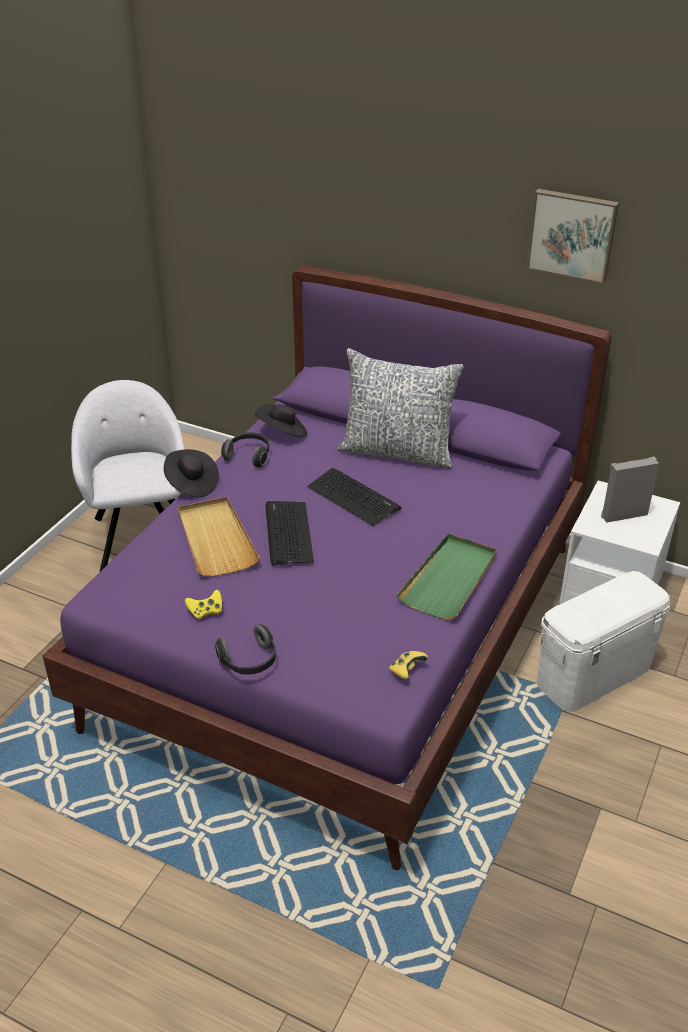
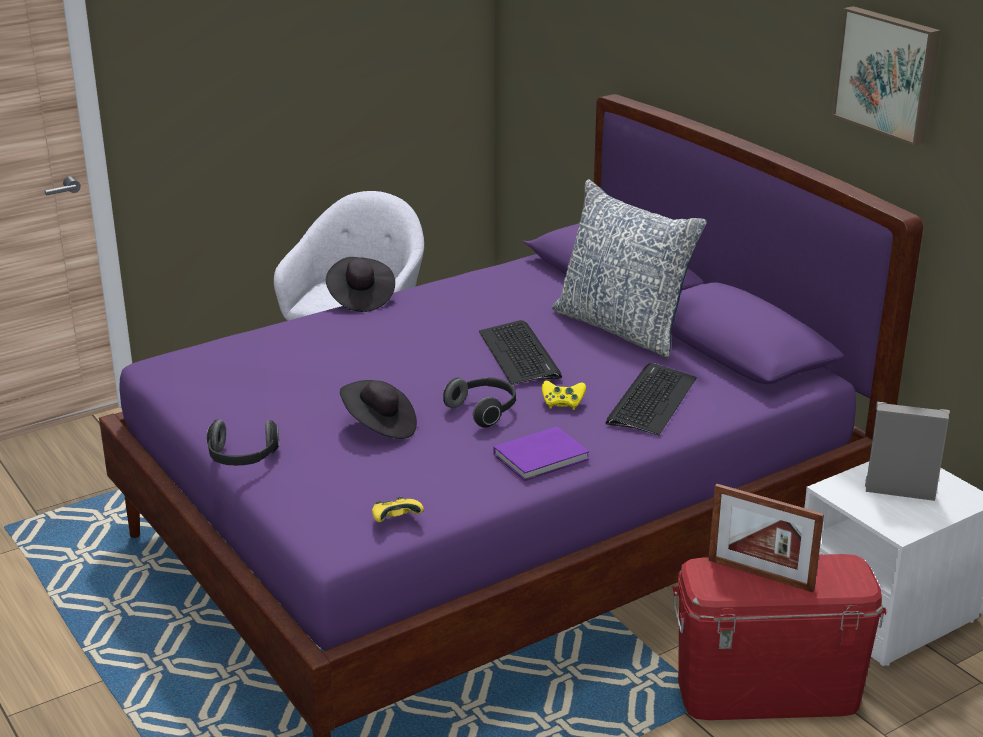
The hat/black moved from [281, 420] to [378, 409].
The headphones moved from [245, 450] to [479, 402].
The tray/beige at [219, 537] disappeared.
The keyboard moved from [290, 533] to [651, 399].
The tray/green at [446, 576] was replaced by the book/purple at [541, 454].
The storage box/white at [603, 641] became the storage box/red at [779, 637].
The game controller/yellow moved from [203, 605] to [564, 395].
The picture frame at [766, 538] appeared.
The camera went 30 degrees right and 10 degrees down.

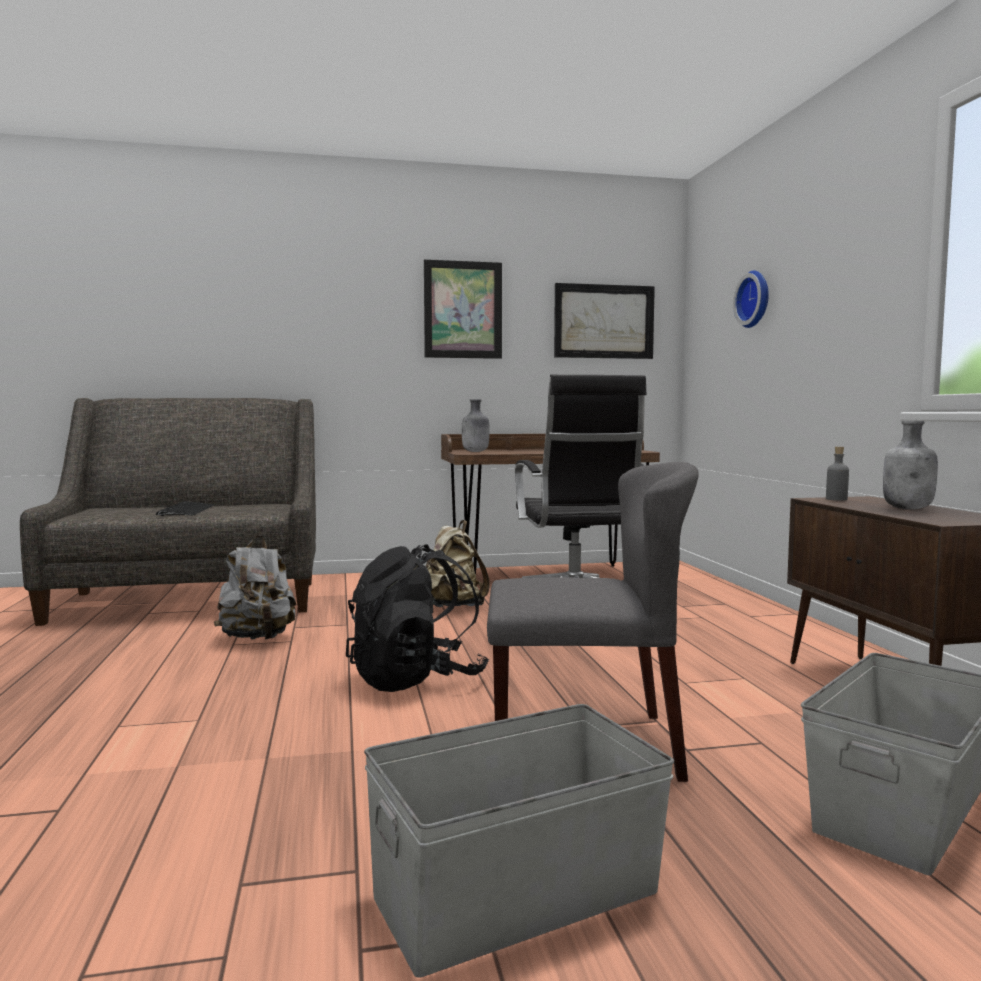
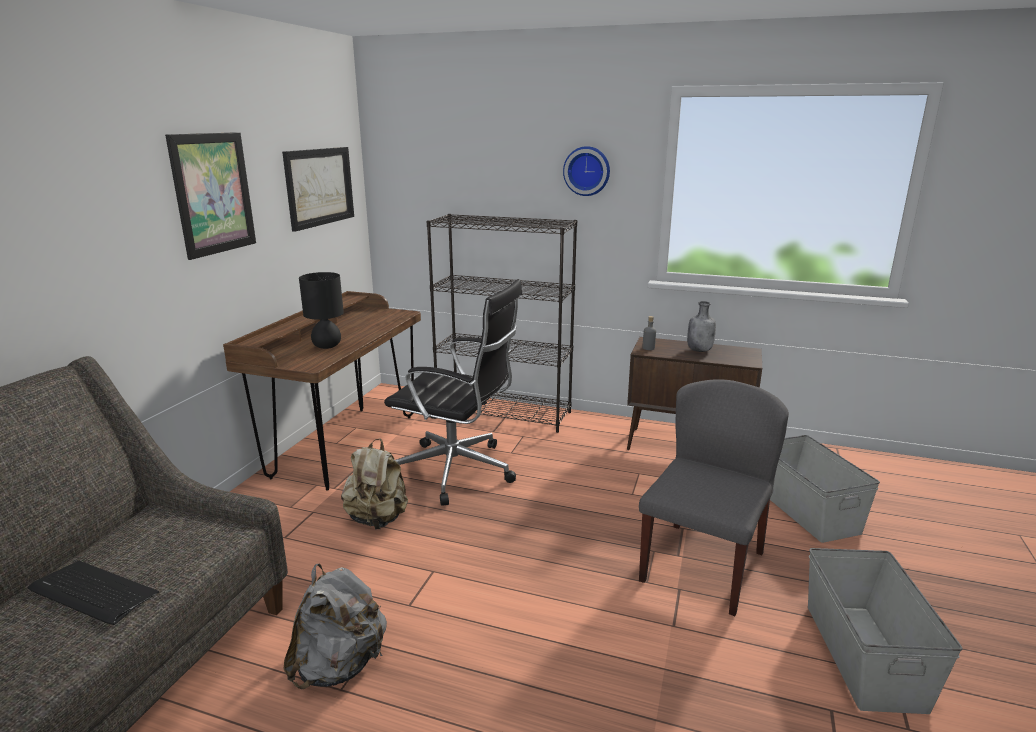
The wall clock moved from [751, 299] to [586, 171].
The bottle/grey at [476, 425] disappeared.
The backpack/black at [417, 618] disappeared.
The bookcase/black at [502, 323] appeared.
The table lamp/black at [321, 310] appeared.
The camera went 60 degrees left and 15 degrees up.

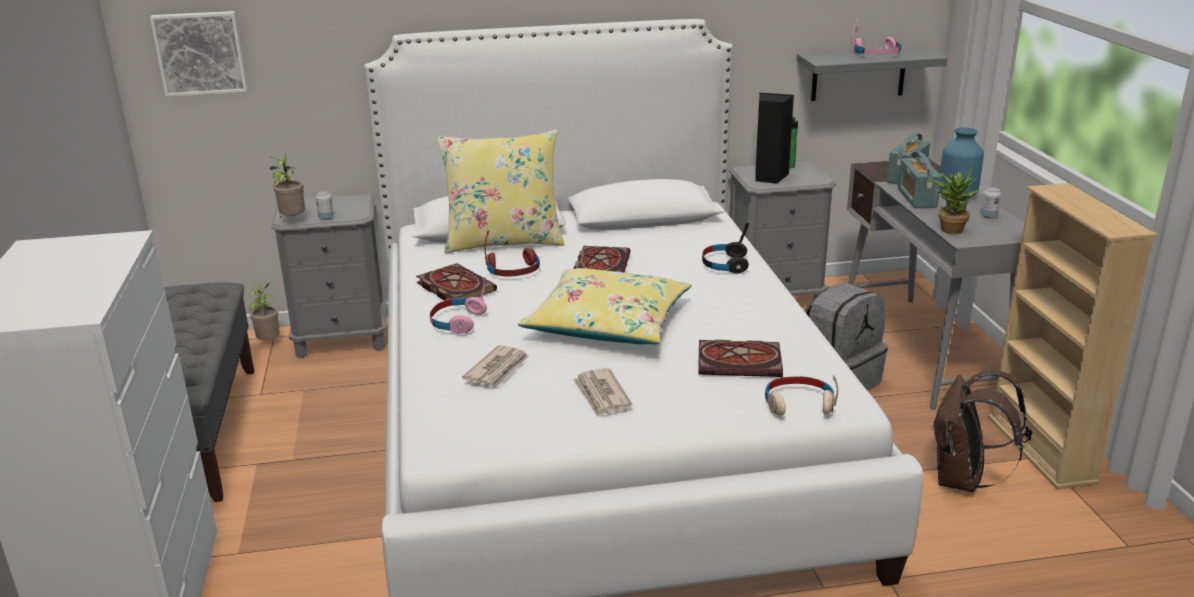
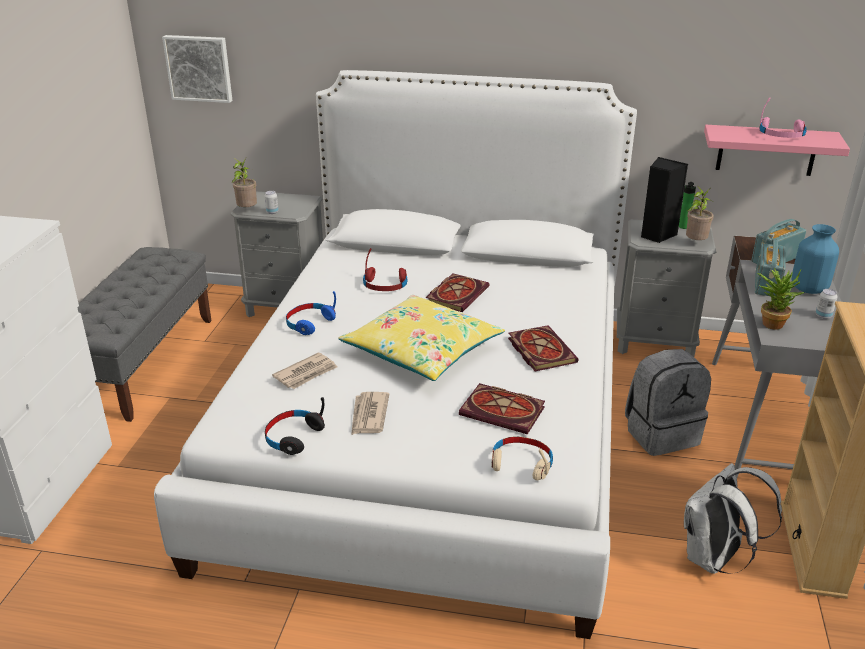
The shelf/grey at [872, 74] became the shelf/pink at [777, 150].
The pillow/yellow at [500, 191] disappeared.
The headphones/black moved from [725, 248] to [295, 426].
The book moved from [456, 282] to [543, 348].
The headphones/pink at [458, 305] became the headphones/blue at [311, 313].
The potted plant moved from [264, 311] to [700, 213].
The backpack/brown at [979, 431] became the backpack/white at [733, 518].
The camera went 20 degrees right and 5 degrees up.

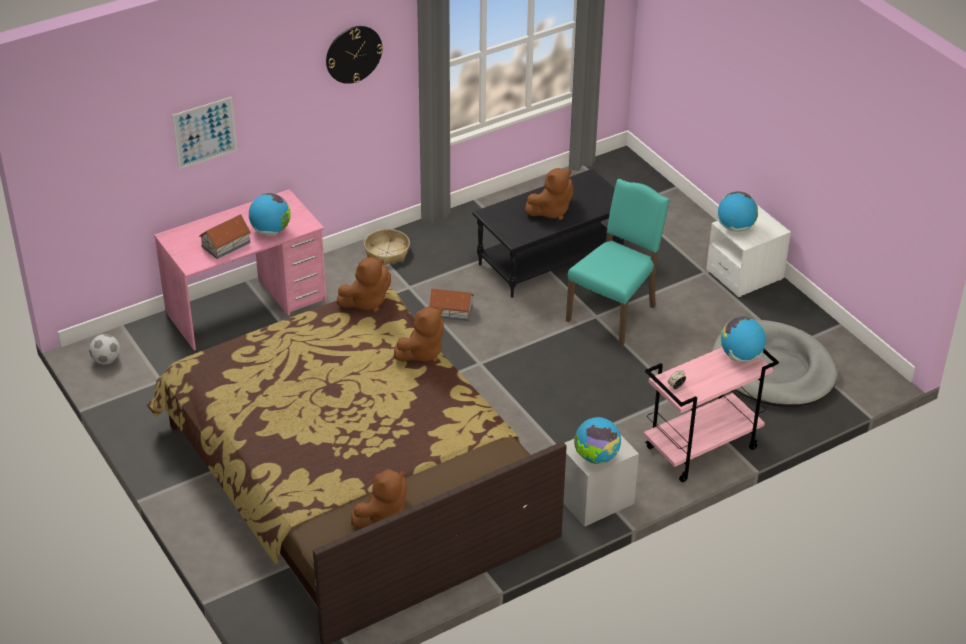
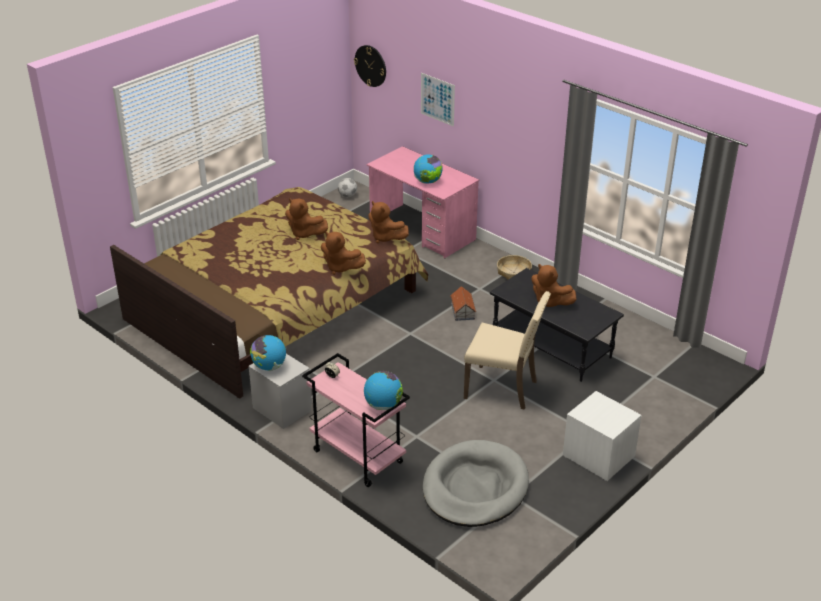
The wall clock moved from [354, 55] to [370, 66].
The chair/turquoise at [618, 262] became the chair/beige at [507, 350].
The globe at [737, 211] disappeared.
The toy house at [225, 237] disappeared.
The plush toy/brown moved from [379, 498] to [306, 219].
The camera went 75 degrees right and 5 degrees down.

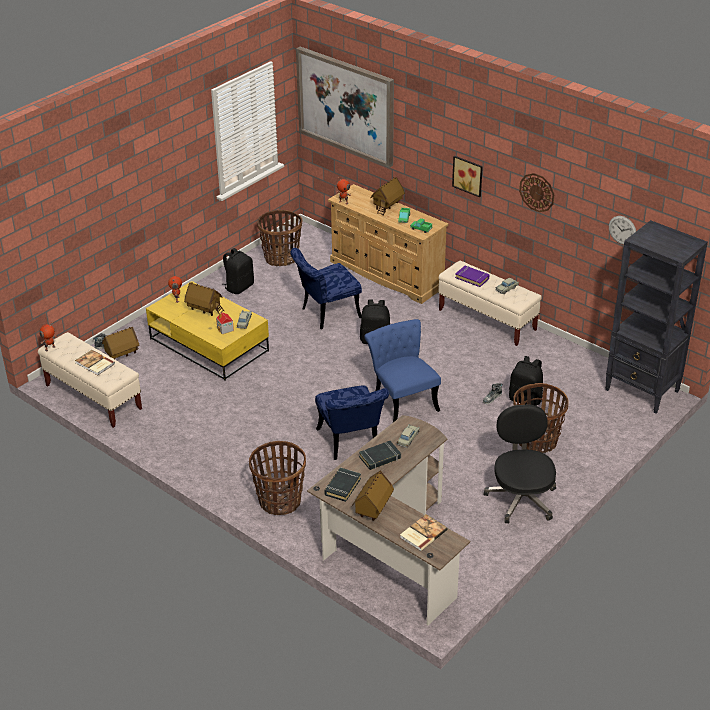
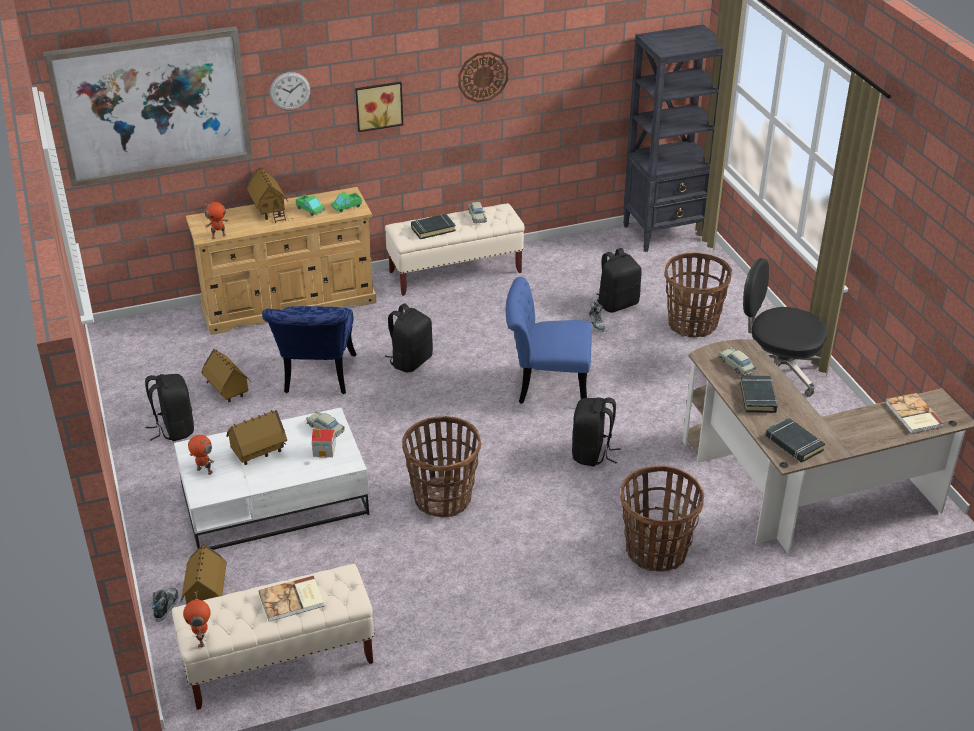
The basket moved from [279, 238] to [441, 467].
The wall clock moved from [622, 230] to [290, 91].
The book/purple at [472, 276] became the book/black at [433, 226].
The coffee table/yellow at [207, 331] became the coffee table/white at [271, 479].
The chair/blue at [352, 423] was replaced by the backpack/black at [596, 432].
The toy house moved from [373, 495] to [226, 375].
The camera went 60 degrees left and 0 degrees up.

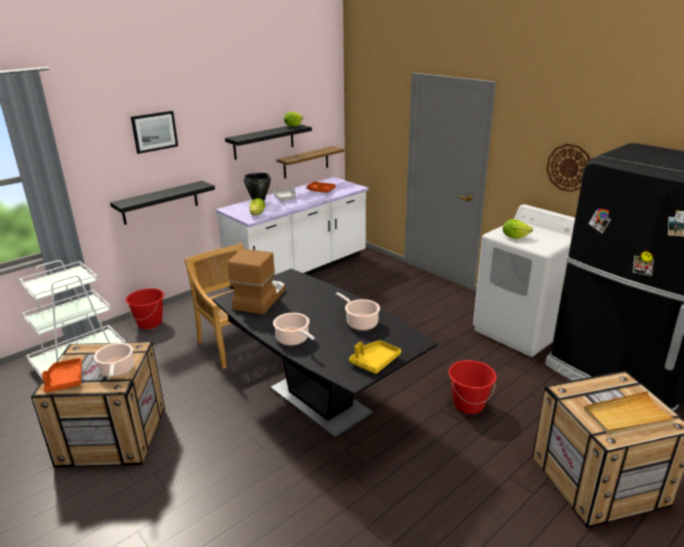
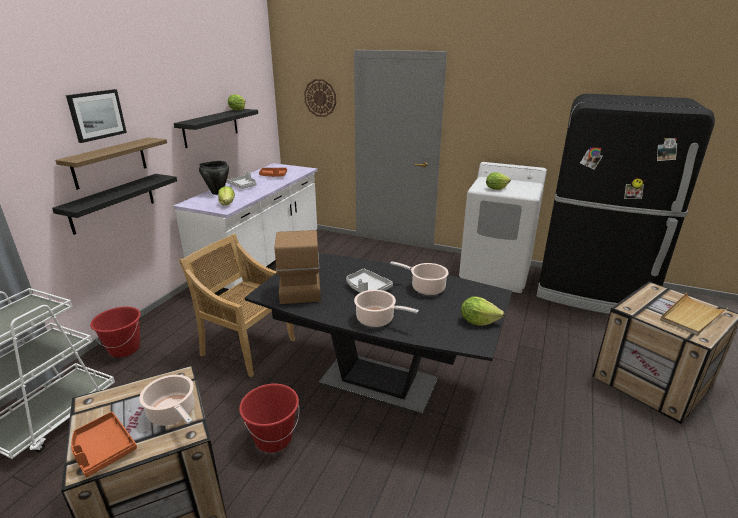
The wall clock moved from [568, 168] to [320, 98].
The shelf moved from [310, 162] to [111, 163].
The tray/yellow at [375, 357] was replaced by the lettuce at [482, 311].
The bucket/red moved from [472, 387] to [269, 418].
The tray/grey at [369, 280] appeared.
The camera went 25 degrees left and 0 degrees up.

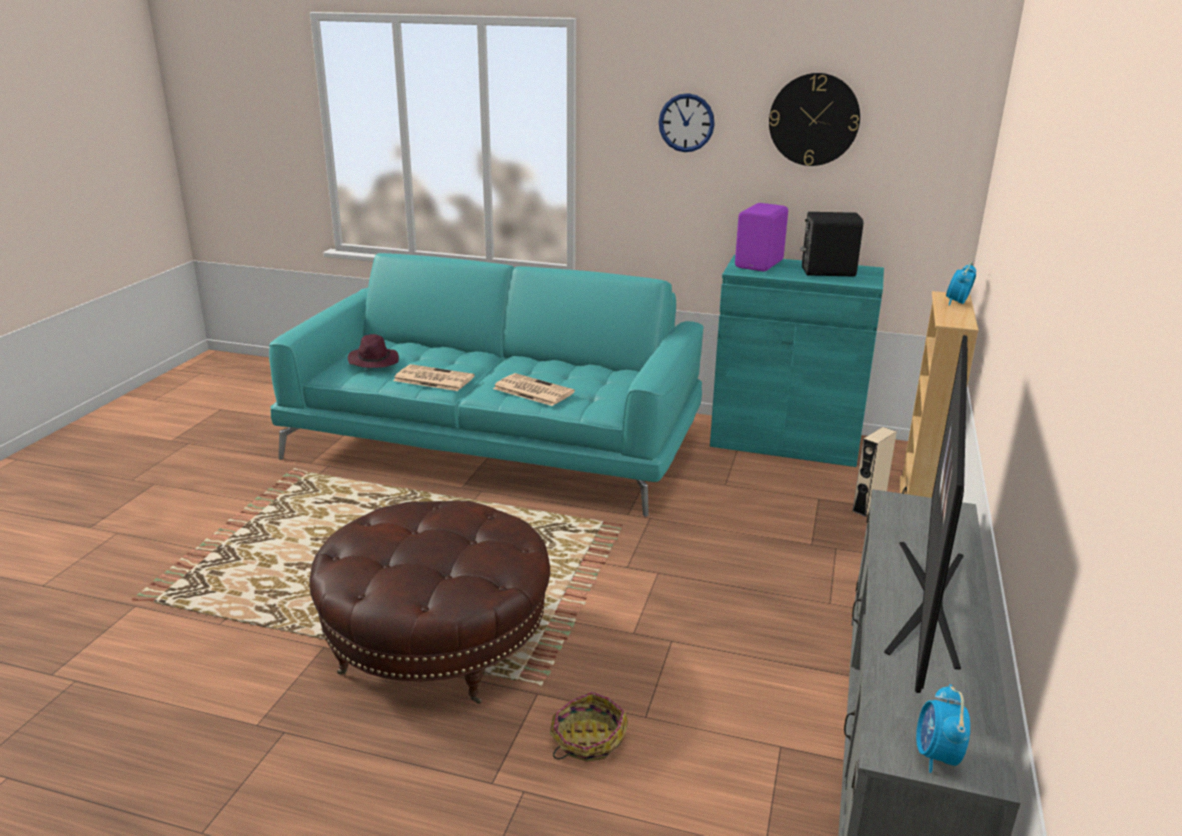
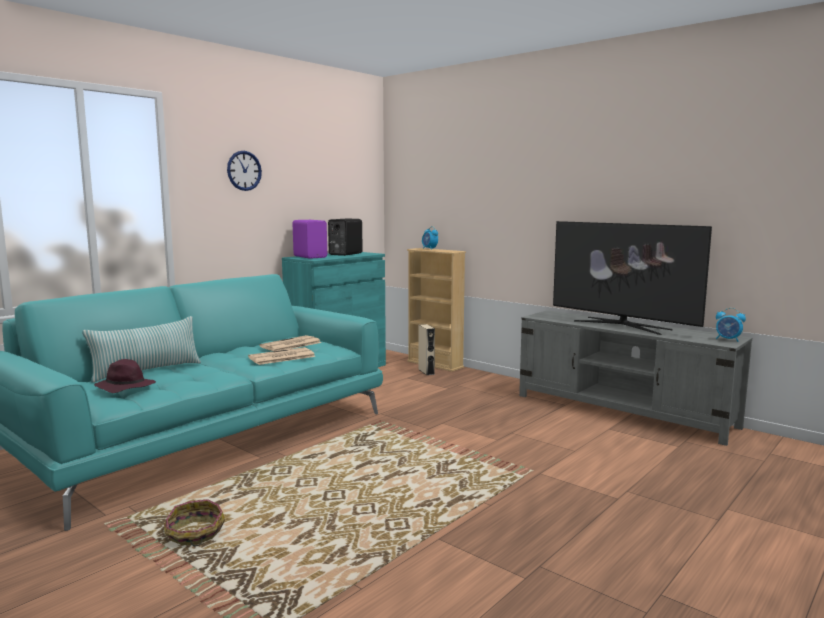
The wall clock at [814, 119] disappeared.
The newspaper moved from [434, 377] to [290, 343].
The ottoman/brown at [429, 602] disappeared.
The basket moved from [589, 727] to [194, 522].
The pillow at [141, 349] appeared.
The camera went 65 degrees left and 15 degrees down.

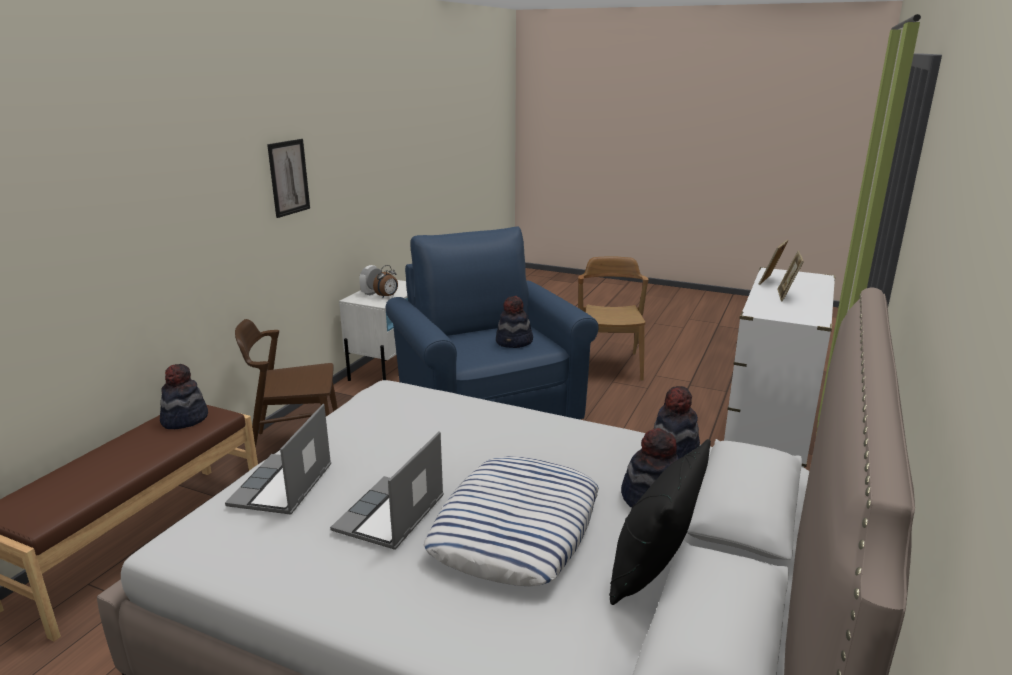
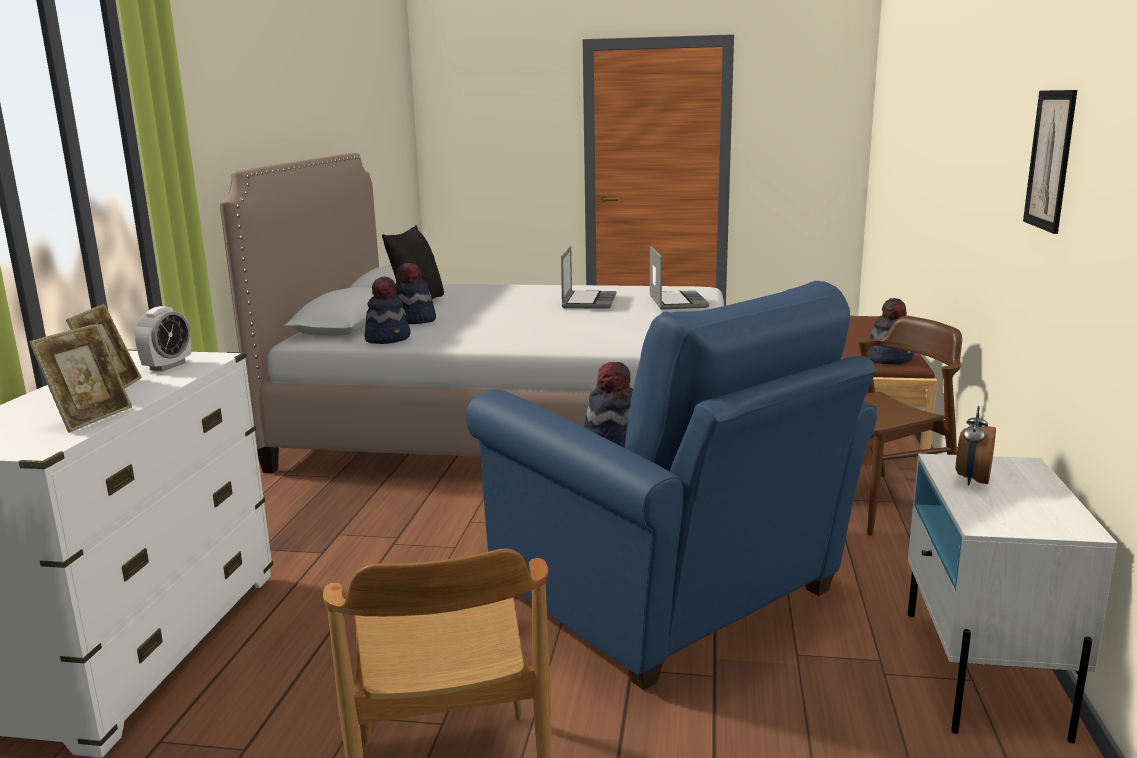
The alarm clock moved from [370, 280] to [163, 338].
The pillow at [511, 521] disappeared.
The camera went 165 degrees right and 5 degrees down.

